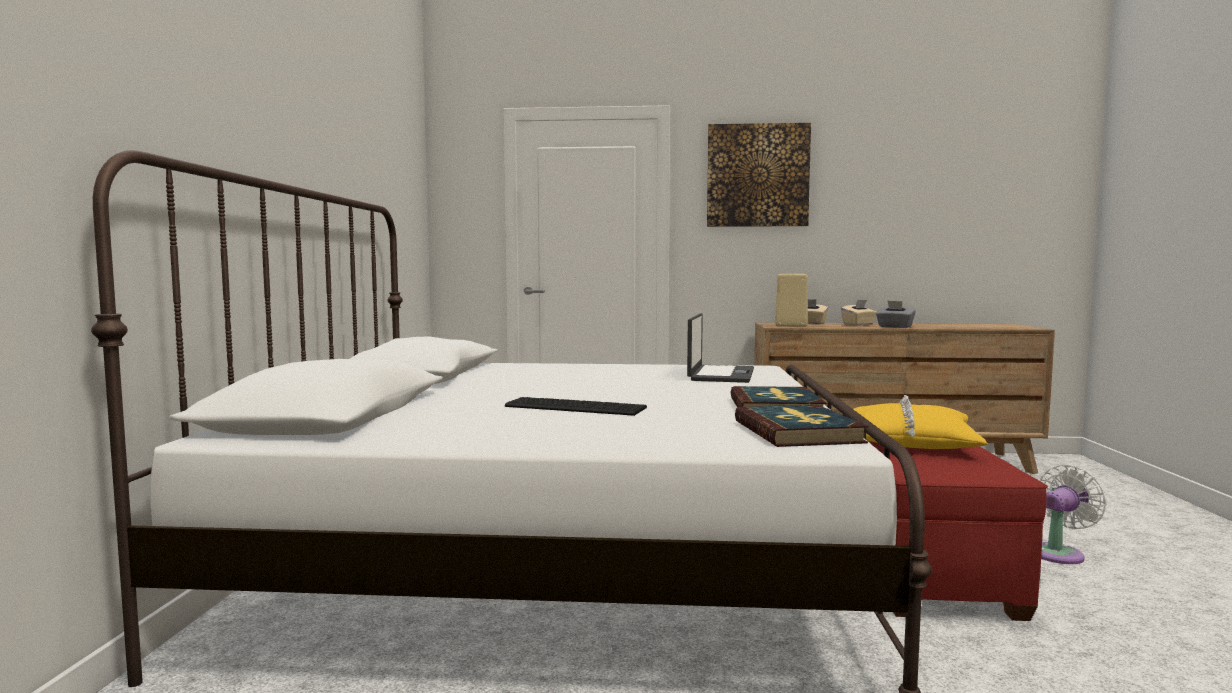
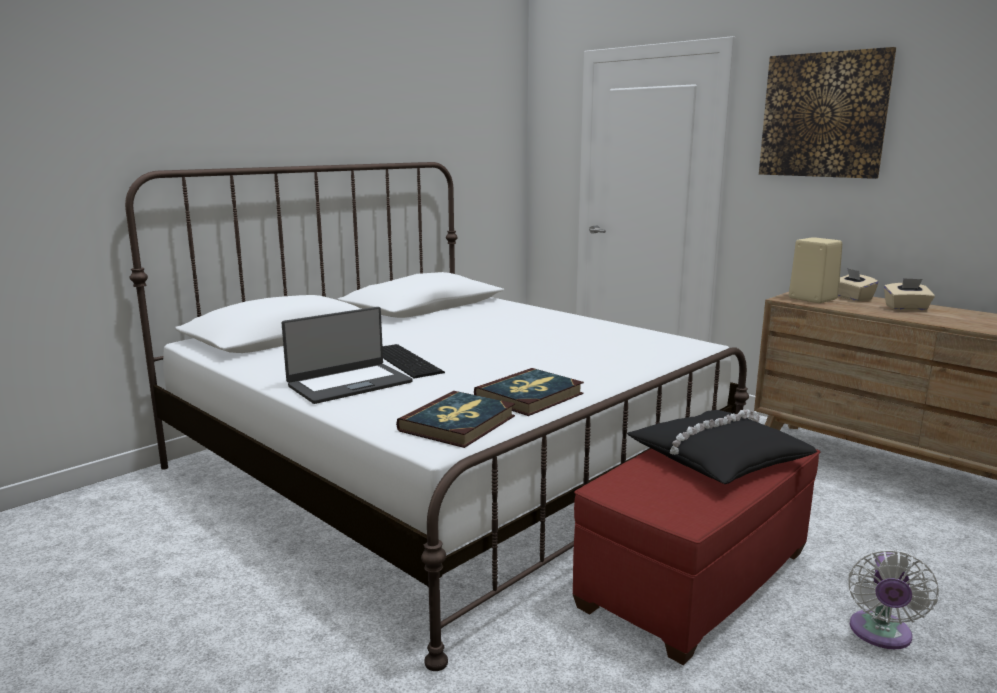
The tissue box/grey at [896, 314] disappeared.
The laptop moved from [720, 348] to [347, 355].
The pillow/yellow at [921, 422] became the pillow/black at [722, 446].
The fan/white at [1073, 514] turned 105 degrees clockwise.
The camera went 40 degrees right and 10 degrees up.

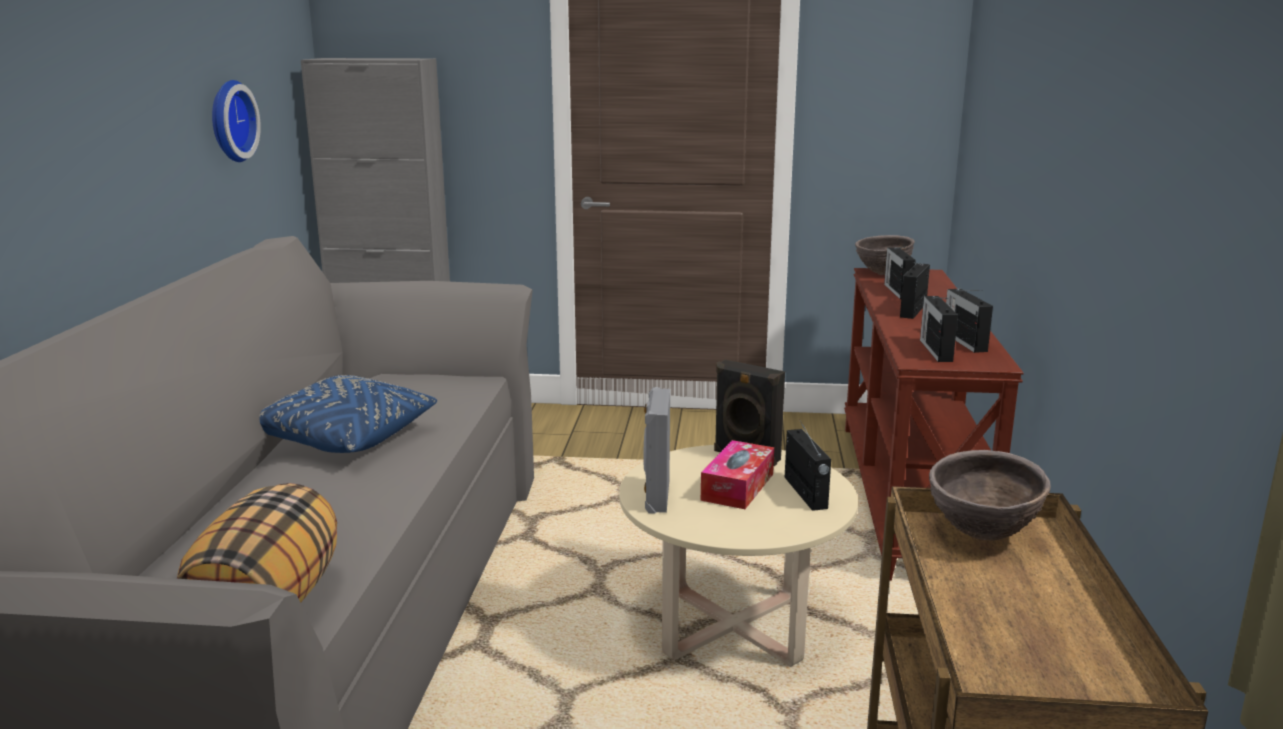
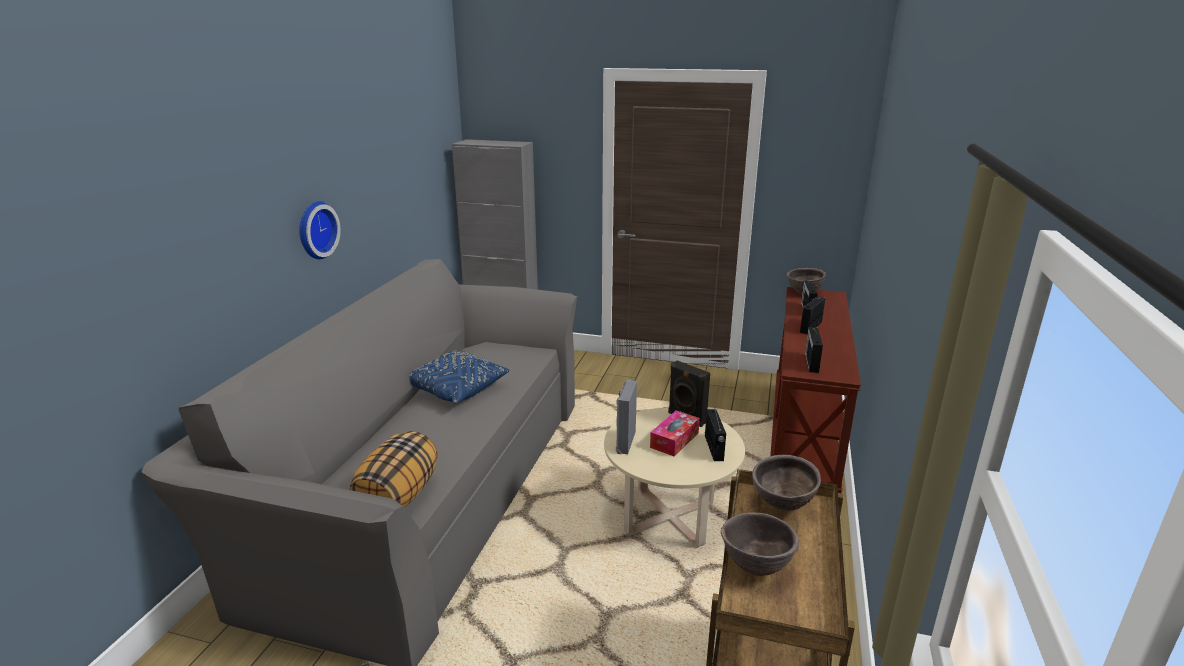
The wall clock moved from [236, 121] to [320, 230].
The radio at [969, 321] disappeared.
The bowl/brown at [760, 544] appeared.
The camera went 10 degrees right and 5 degrees up.

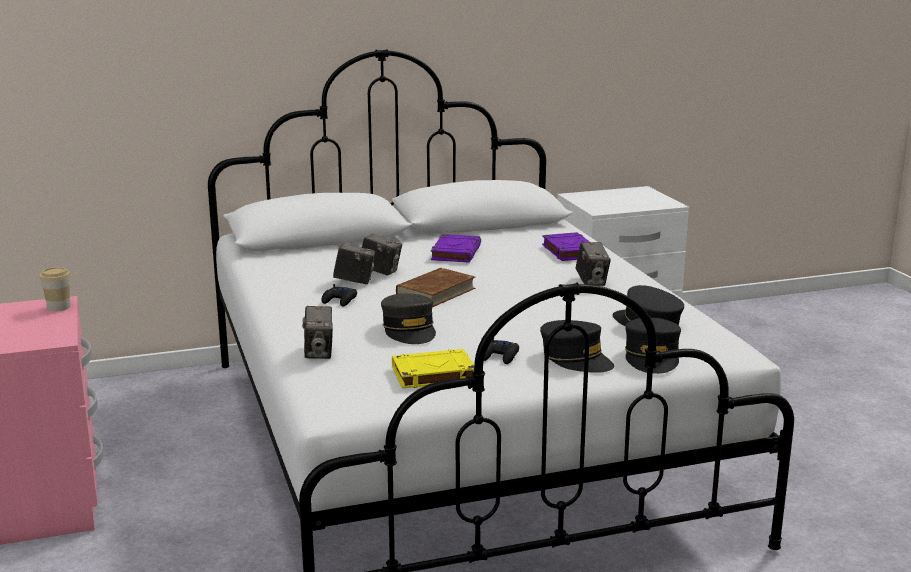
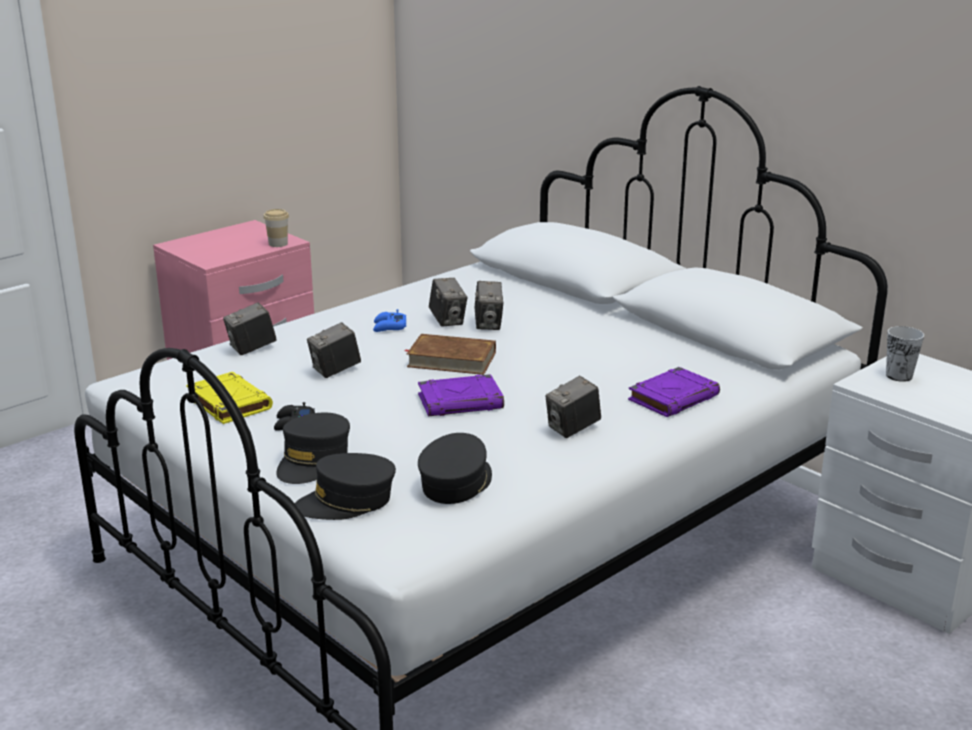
The book/purple moved from [456, 248] to [461, 395].
The game controller/black at [339, 295] became the game controller/blue at [389, 320].
The cap/grey at [408, 318] was replaced by the photo camera at [334, 350].
The cup at [905, 354] appeared.
The camera went 65 degrees right and 5 degrees up.

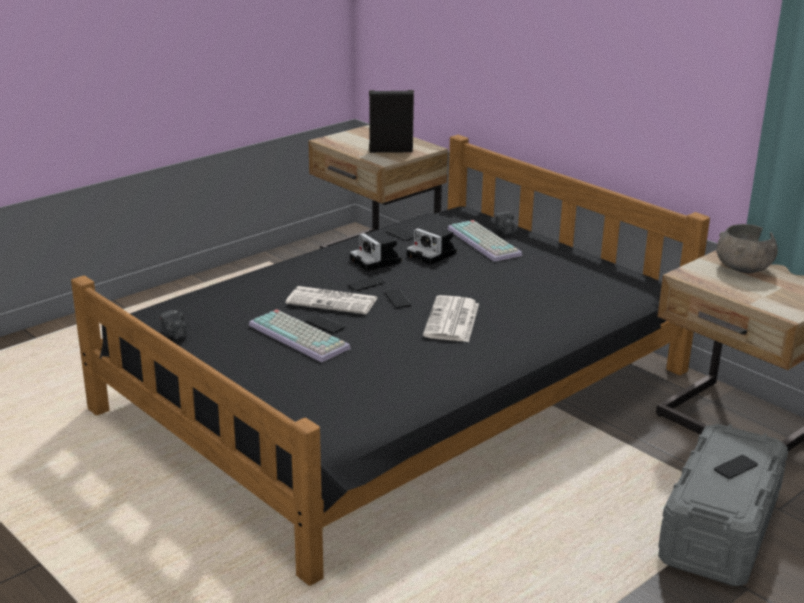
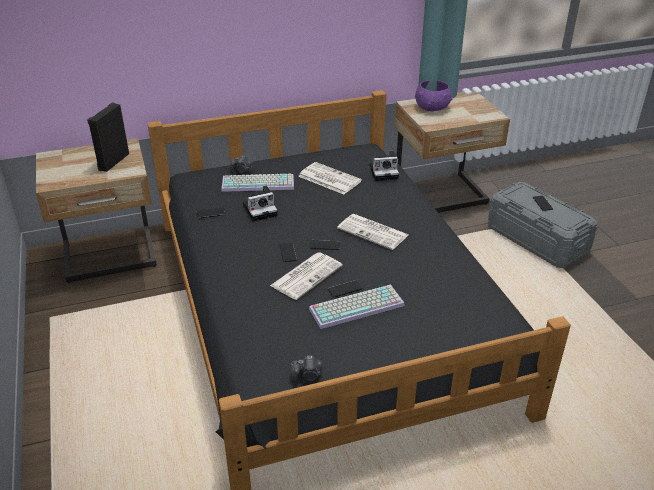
The bowl/grey at [747, 248] became the bowl/purple at [434, 95].
The photo camera moved from [375, 252] to [384, 166].
The newspaper at [330, 178] appeared.
The camera went 65 degrees left and 10 degrees up.

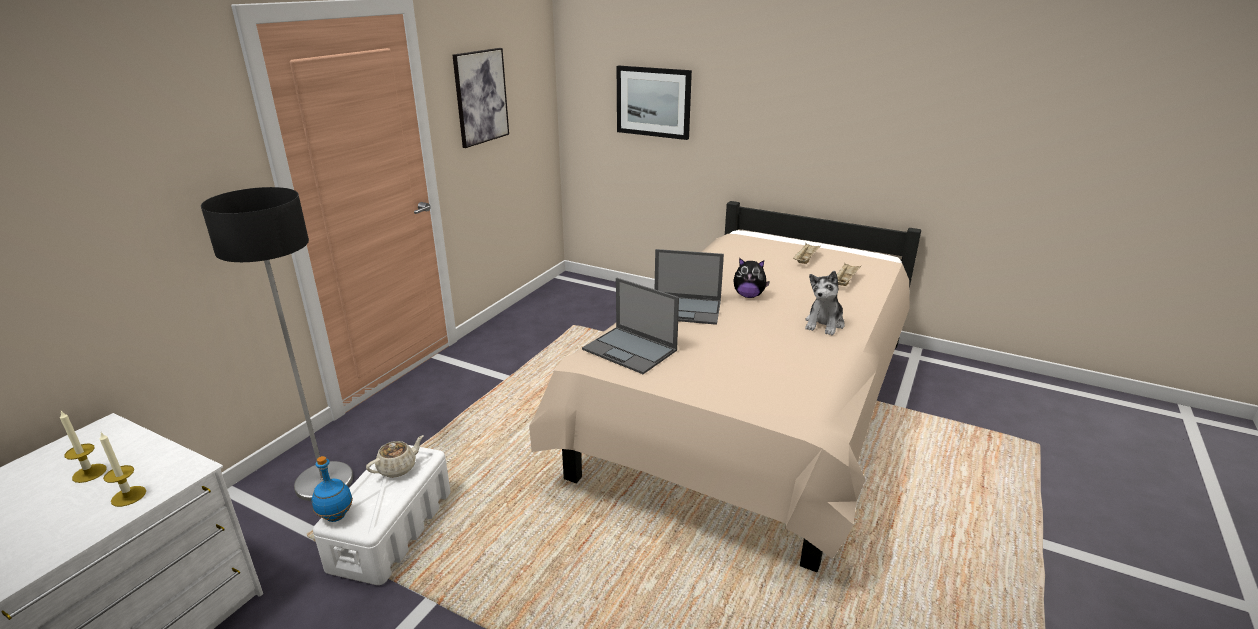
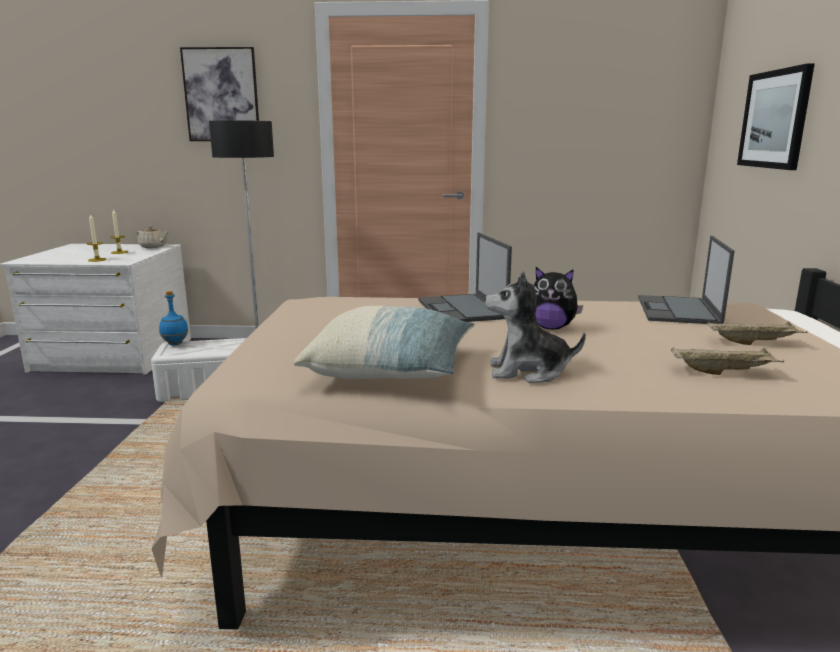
The picture moved from [481, 98] to [219, 94].
The plush toy at [751, 278] turned 60 degrees counterclockwise.
The laptop moved from [630, 326] to [686, 280].
The teapot/beige moved from [395, 456] to [152, 237].
The pillow at [384, 343] appeared.
The camera went 65 degrees right and 10 degrees down.

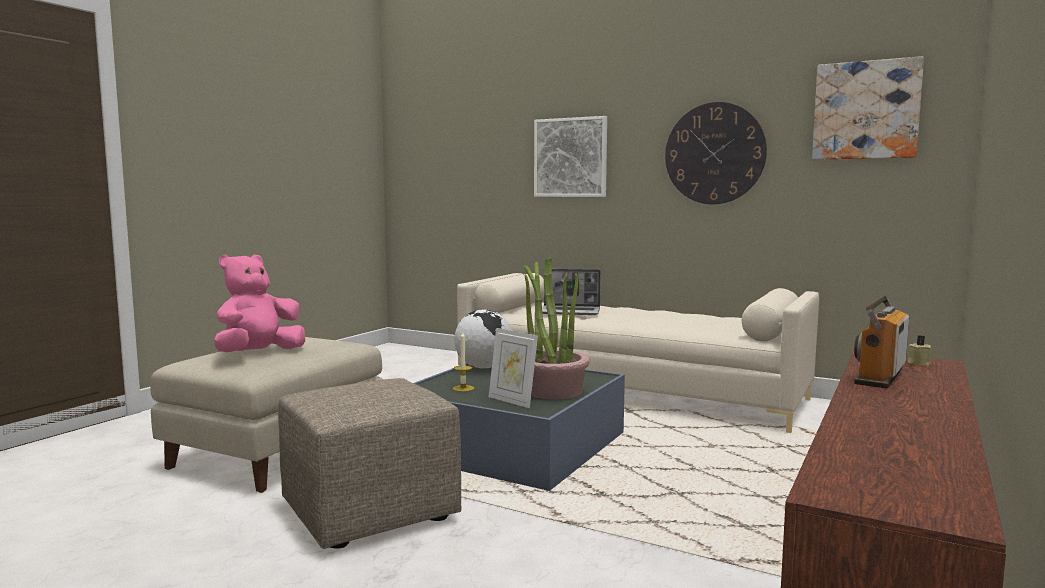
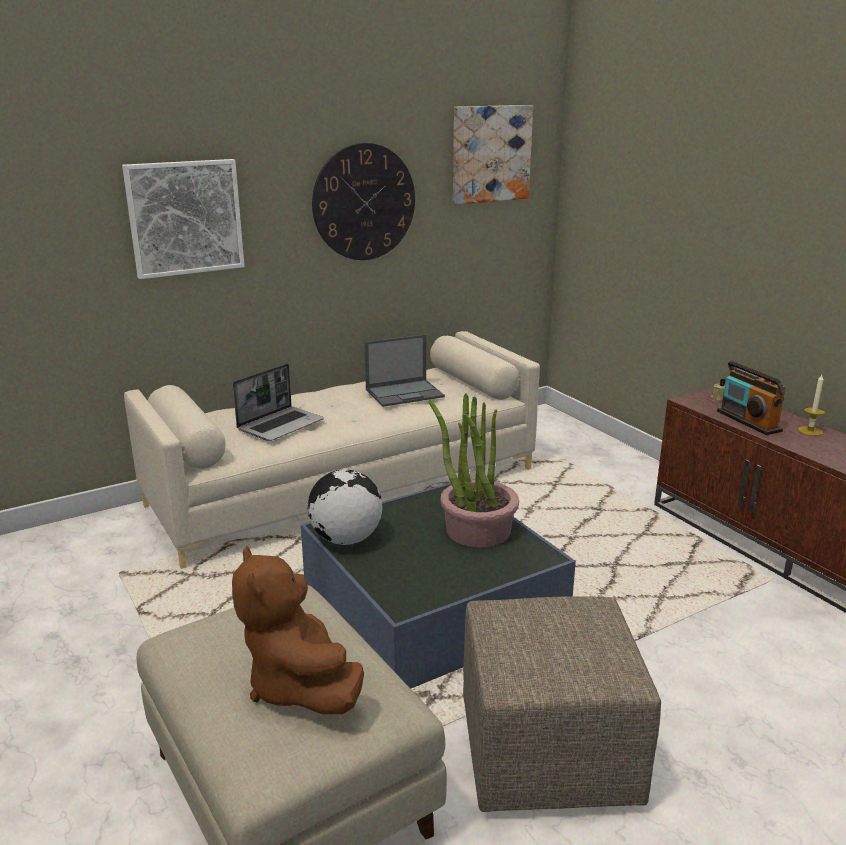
The plush toy/pink at [259, 303] became the plush toy/brown at [298, 630].
The picture frame at [513, 368] disappeared.
The candle moved from [463, 362] to [811, 405].
The laptop at [404, 370] appeared.
The camera went 60 degrees left and 15 degrees up.

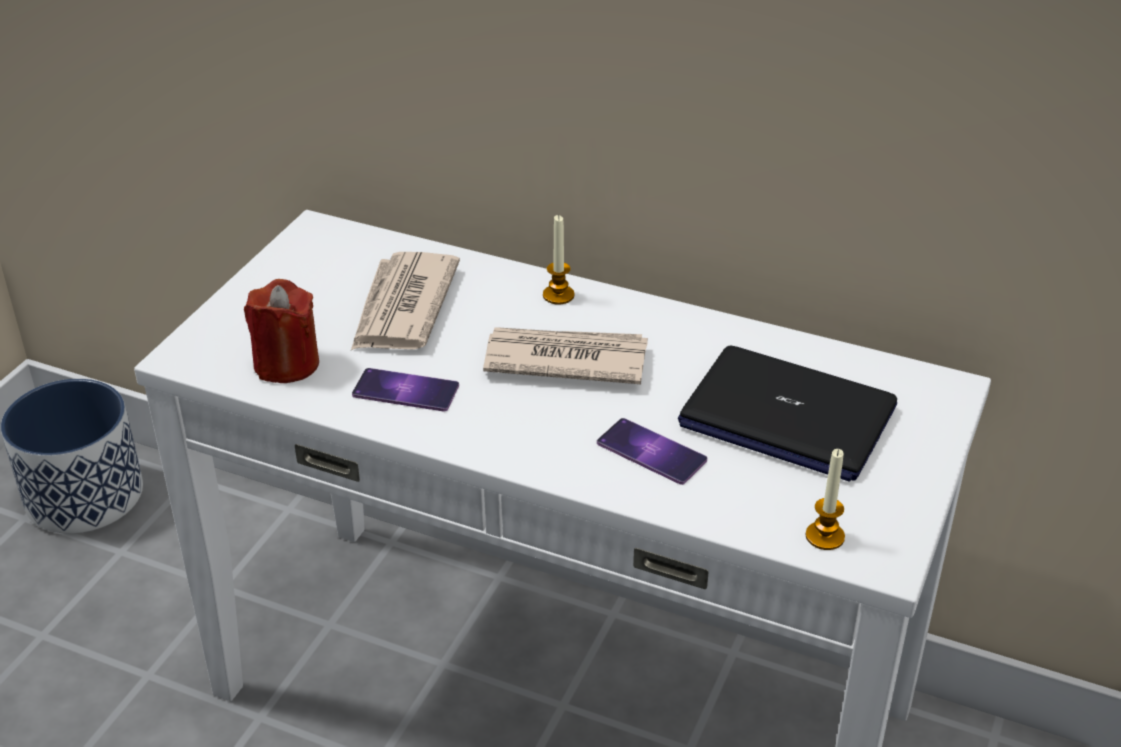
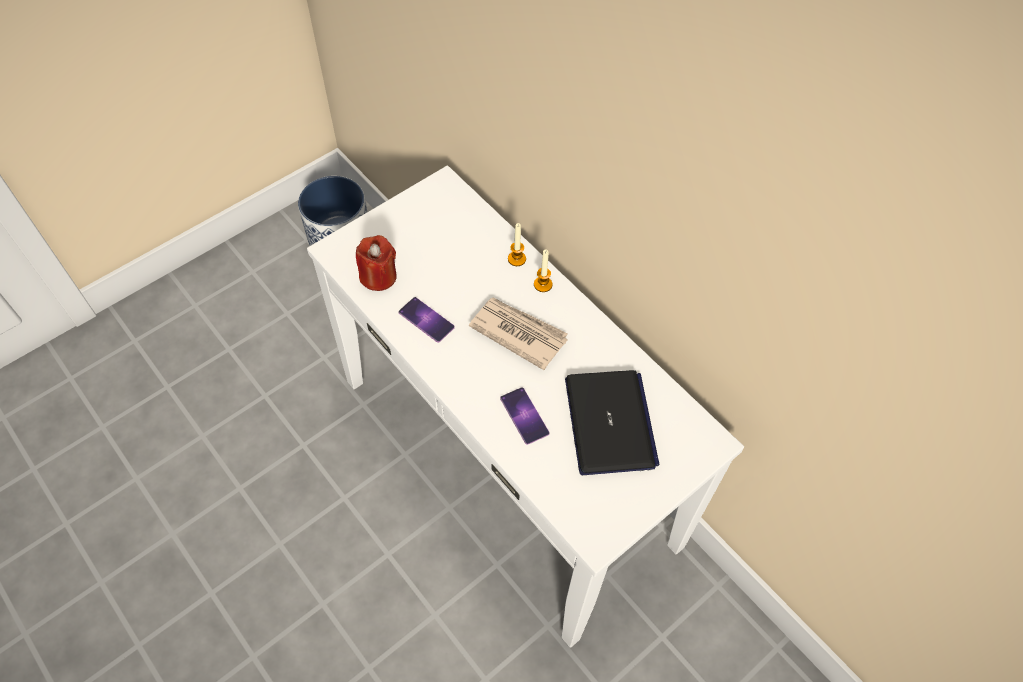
The newspaper at [405, 301] disappeared.
The laptop at [787, 414] turned 150 degrees counterclockwise.
The candle moved from [825, 499] to [517, 244].
The camera went 25 degrees right and 20 degrees up.

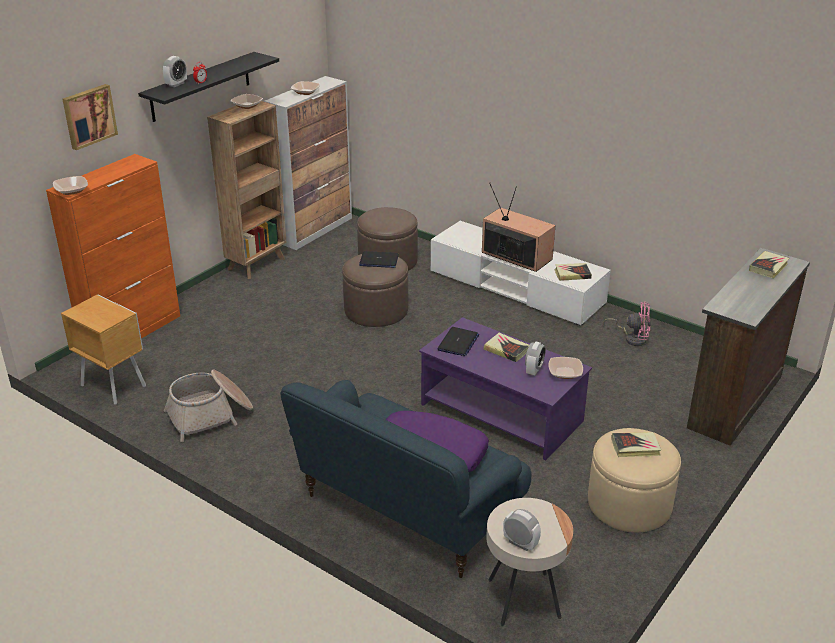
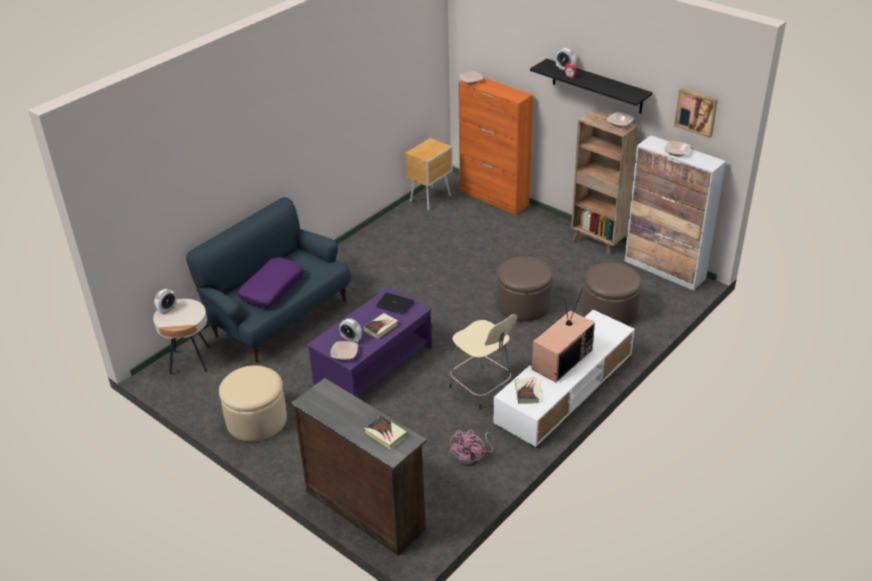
The picture moved from [90, 117] to [696, 113].
The laptop at [379, 259] disappeared.
The basket at [208, 405] disappeared.
The book at [636, 444] disappeared.
The stool/beige at [483, 361] appeared.
The camera went 95 degrees right and 5 degrees up.

